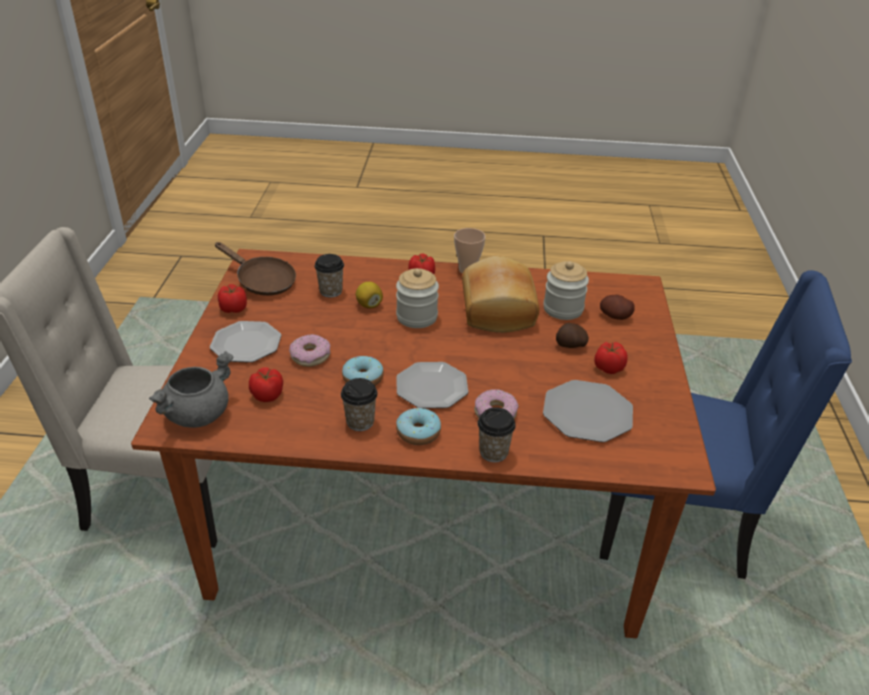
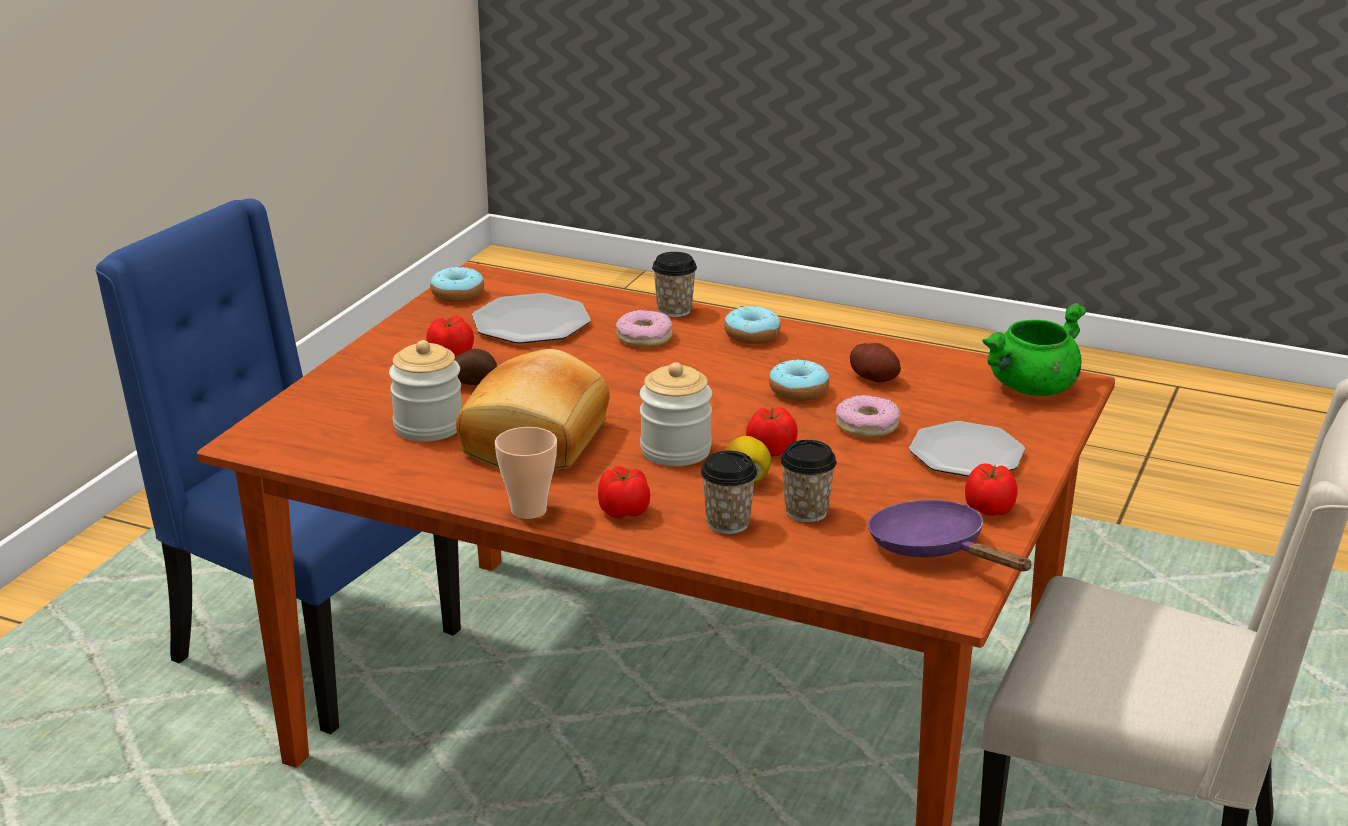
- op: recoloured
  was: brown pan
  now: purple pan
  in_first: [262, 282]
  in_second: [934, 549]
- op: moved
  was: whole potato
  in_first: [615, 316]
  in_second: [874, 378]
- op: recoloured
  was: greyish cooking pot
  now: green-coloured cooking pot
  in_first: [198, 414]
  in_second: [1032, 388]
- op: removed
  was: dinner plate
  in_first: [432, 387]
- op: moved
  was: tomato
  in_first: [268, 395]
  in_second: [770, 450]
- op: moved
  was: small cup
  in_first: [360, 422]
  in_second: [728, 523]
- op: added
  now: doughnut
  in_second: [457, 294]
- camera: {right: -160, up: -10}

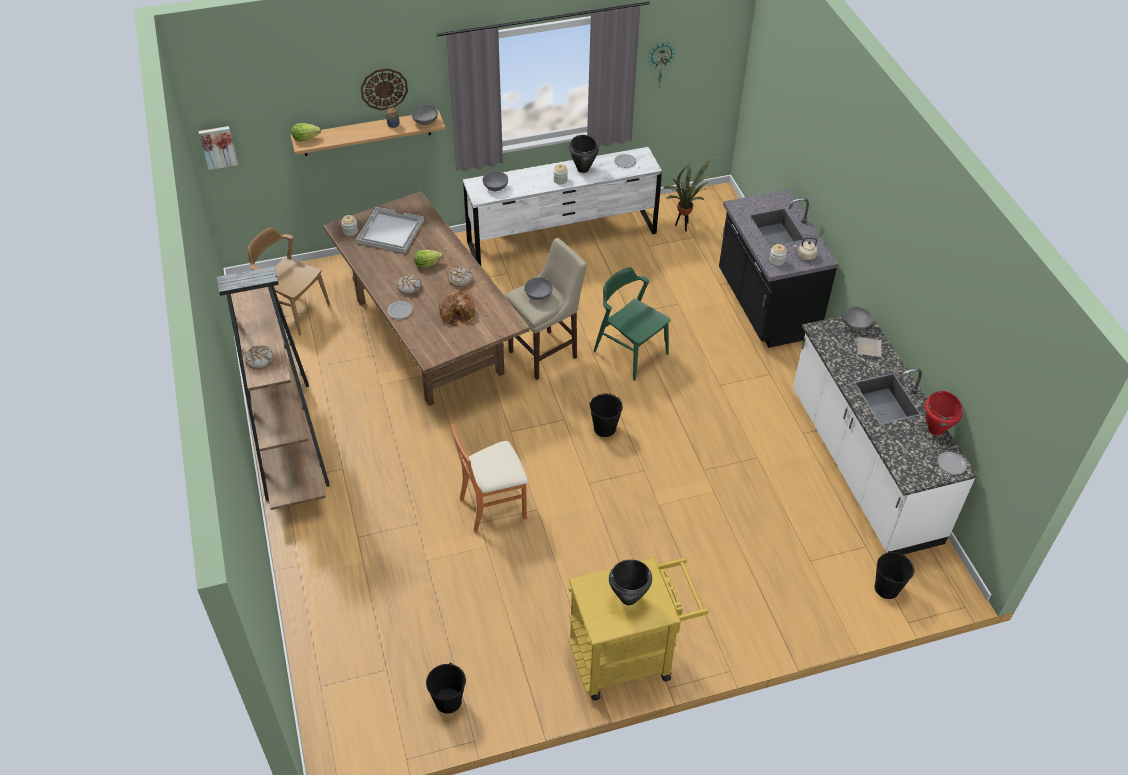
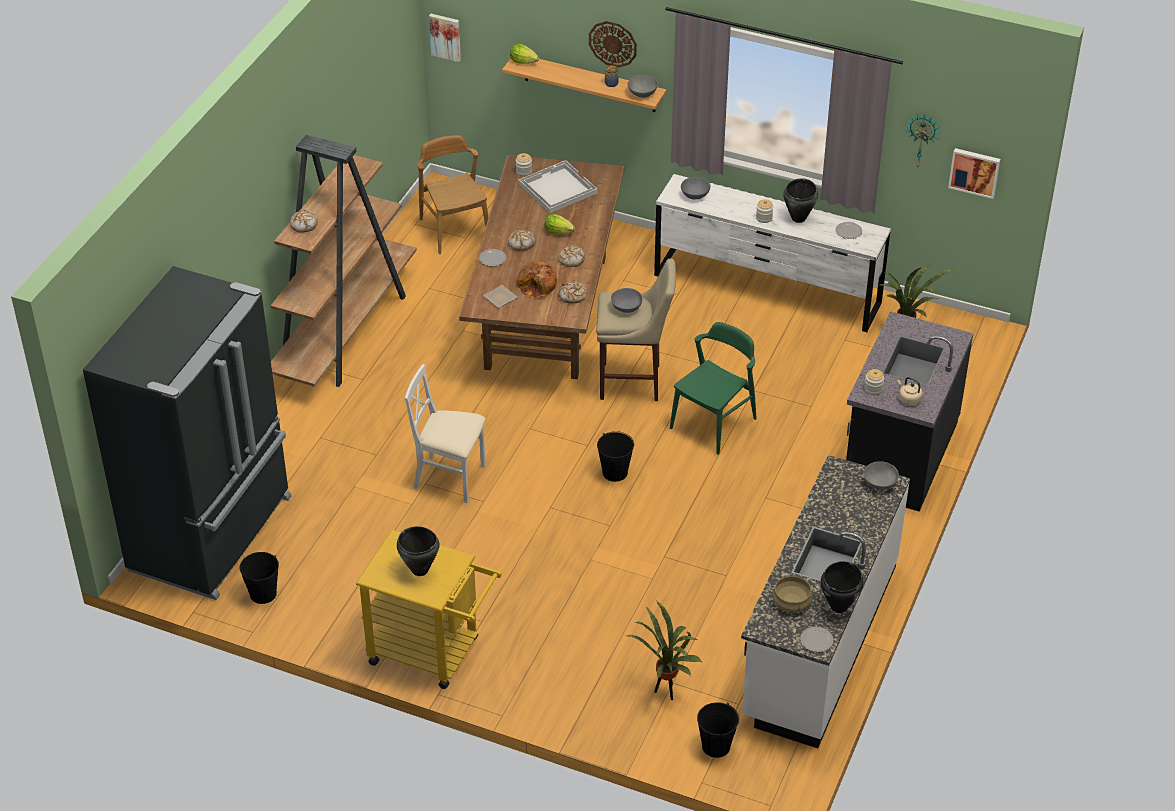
- op: turned
  was: green-coloured chair
  in_first: [630, 352]
  in_second: [713, 423]
  clockwise: 45
- op: moved
  was: dinner plate
  in_first: [869, 348]
  in_second: [501, 298]
- op: recoloured
  was: red cooking pot
  now: black-coloured cooking pot
  in_first: [935, 429]
  in_second: [839, 606]
- op: recoloured
  was: orange-coloured chair
  now: white-coloured chair
  in_first: [493, 506]
  in_second: [450, 478]
- op: added
  now: wall art
  in_second: [974, 172]
- op: added
  now: black-coloured kitchen fridge
  in_second: [213, 533]
- op: added
  now: bread
  in_second: [572, 296]
- op: added
  now: sand-coloured cooking pot
  in_second: [792, 602]
- op: added
  now: houseplant
  in_second: [666, 693]
- camera: {right: 40, up: -5}

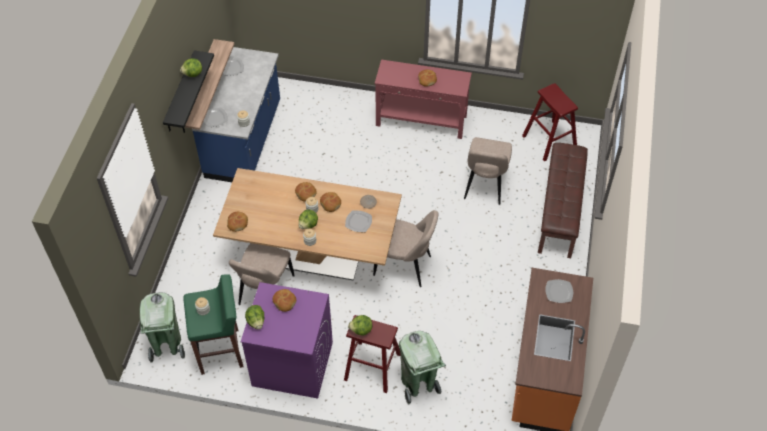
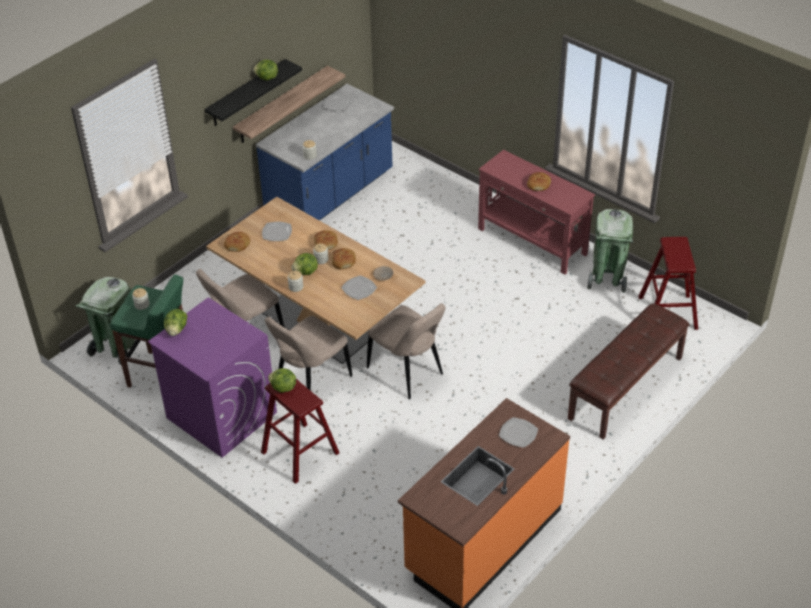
- op: moved
  was: dinner plate
  in_first: [215, 118]
  in_second: [276, 233]
- op: moved
  was: sand-coloured chair
  in_first: [485, 186]
  in_second: [310, 383]
- op: removed
  was: bread
  in_first: [285, 302]
- op: moved
  was: green-coloured rubbish bin
  in_first: [418, 384]
  in_second: [607, 278]
- camera: {right: 30, up: -10}

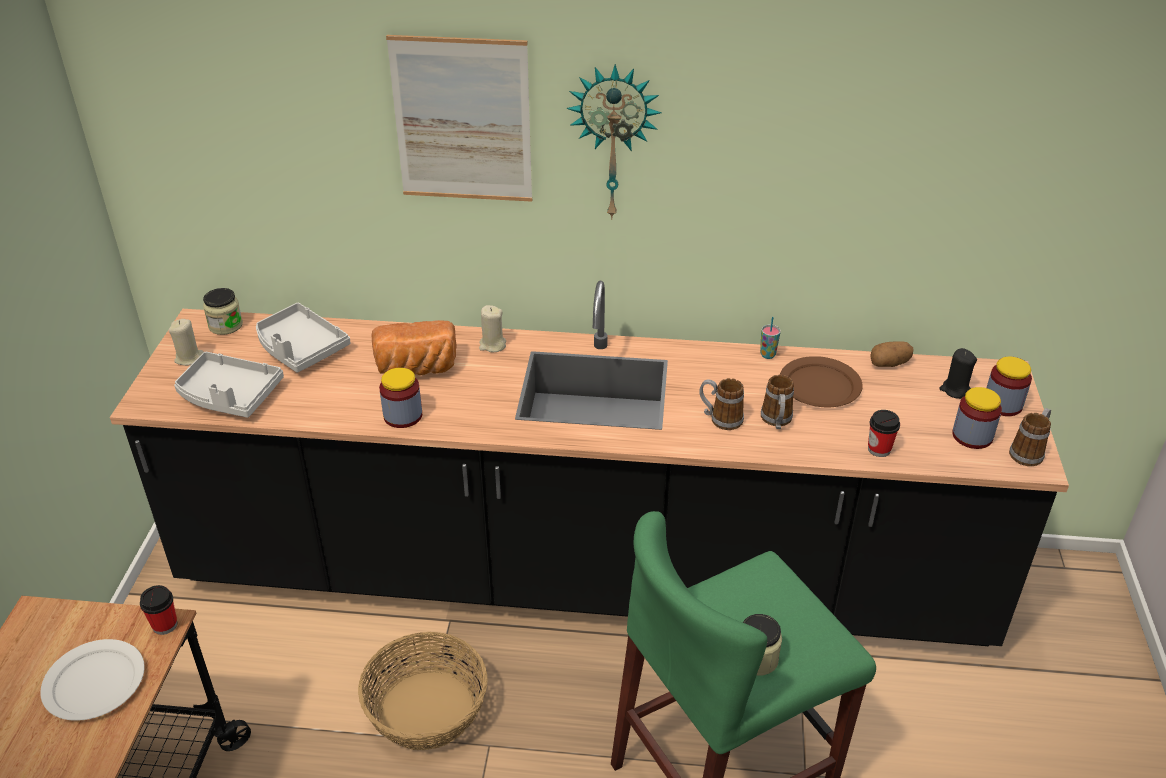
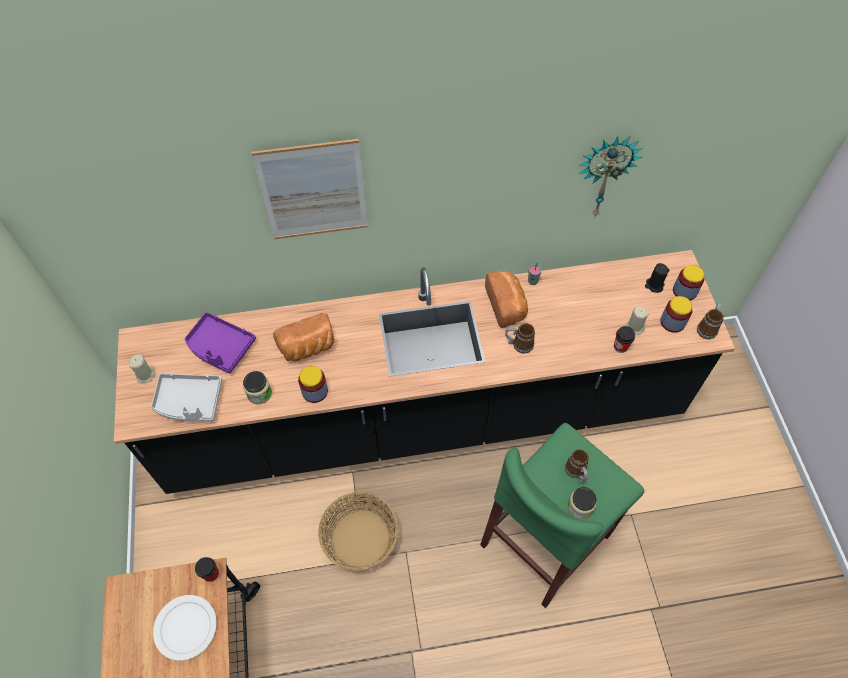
- op: moved
  was: clock on the wall
  in_first: [613, 142]
  in_second: [604, 175]
- op: moved
  was: jar
  in_first: [225, 325]
  in_second: [259, 393]
- op: recoloured
  was: greyish tray
  now: purple tray
  in_first: [300, 348]
  in_second: [220, 347]
- op: moved
  was: sand-coloured wax light
  in_first: [492, 345]
  in_second: [634, 328]
- op: removed
  was: whole potato
  in_first: [889, 364]
- op: removed
  was: brown dinner plate
  in_first: [819, 385]
- op: moved
  was: coffee mug
  in_first: [776, 421]
  in_second: [576, 473]
- op: added
  now: bread
  in_second: [507, 305]
- camera: {right: -15, up: 20}

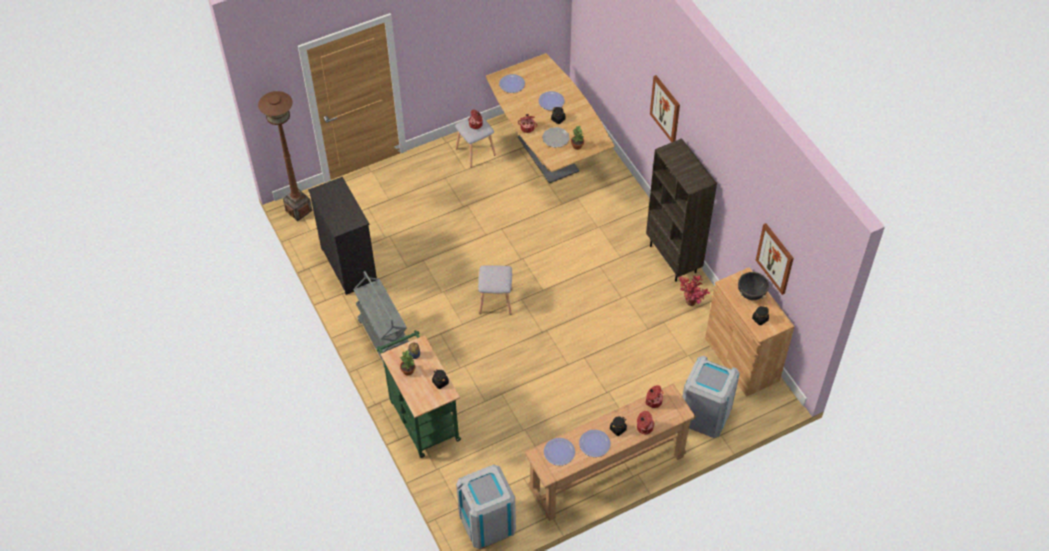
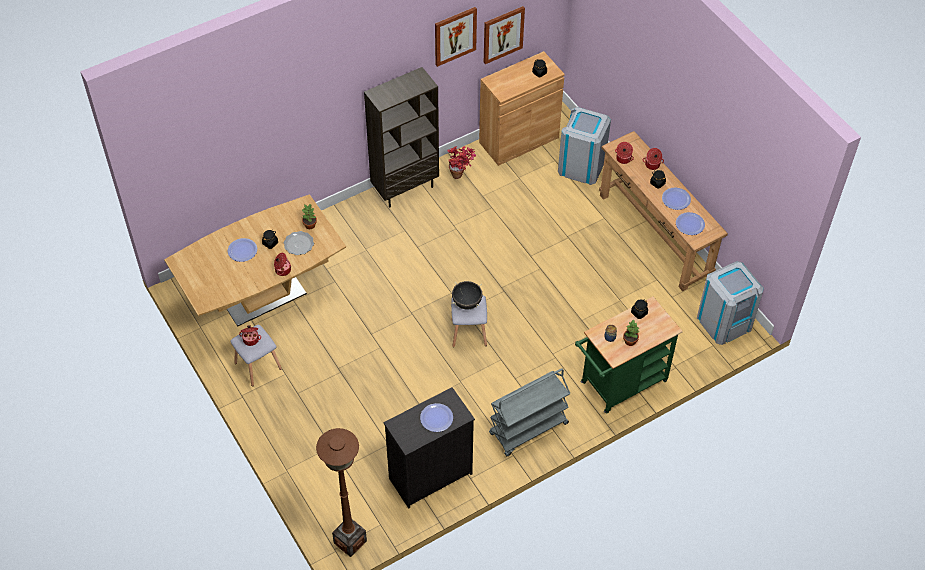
- op: moved
  was: dinner plate
  in_first: [512, 84]
  in_second: [436, 418]
- op: moved
  was: wall art
  in_first: [665, 109]
  in_second: [455, 36]
- op: moved
  was: black-coloured cooking pot
  in_first: [751, 293]
  in_second: [466, 303]
- camera: {right: -95, up: 0}

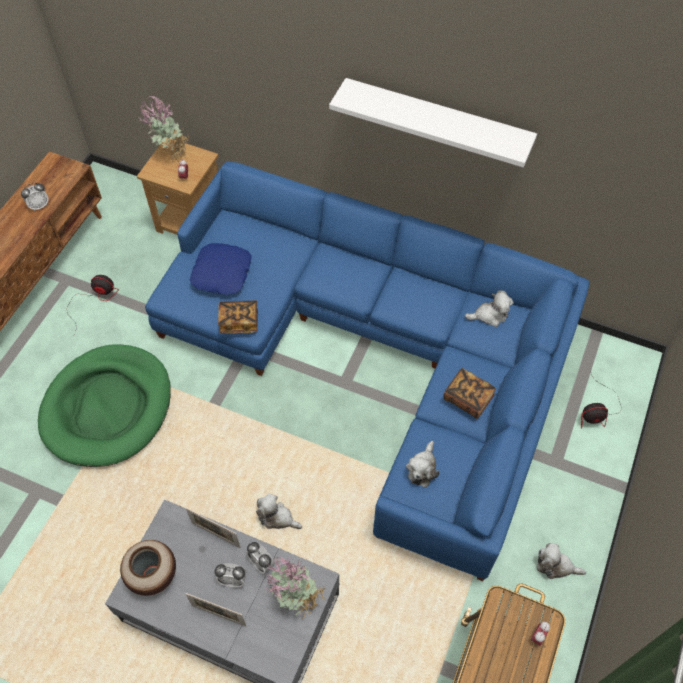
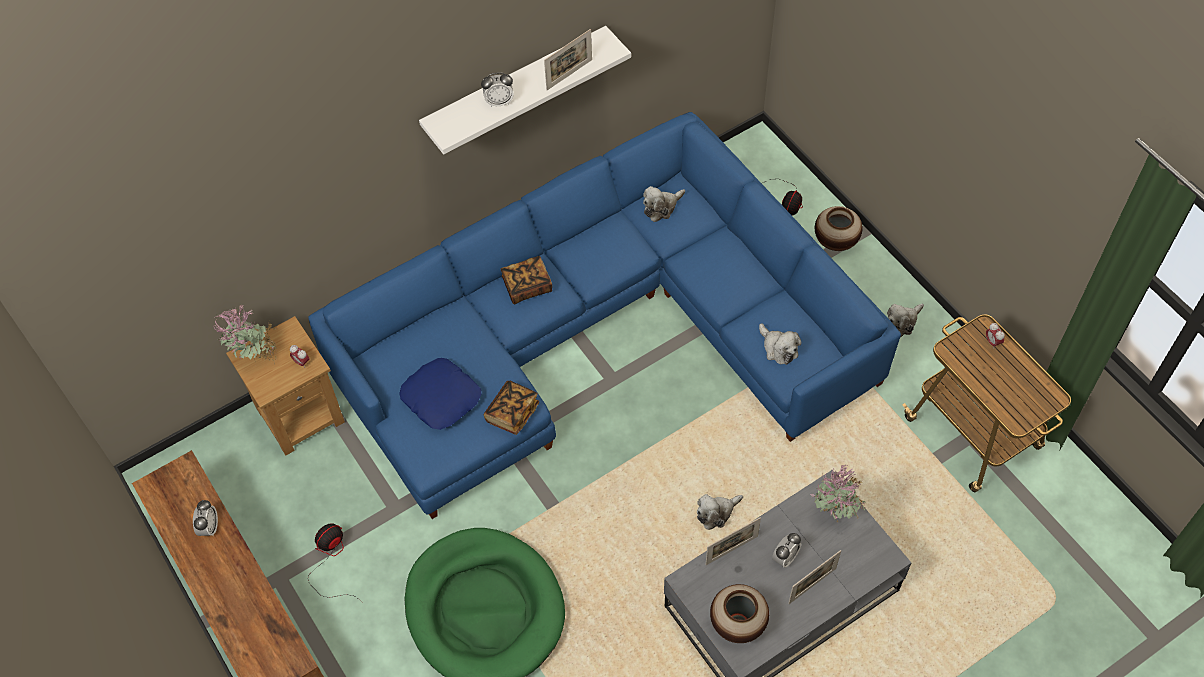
- op: turned
  was: soft toy
  in_first: [490, 315]
  in_second: [661, 207]
  clockwise: -150
- op: moved
  was: book
  in_first: [468, 398]
  in_second: [527, 286]
- op: moved
  was: alarm clock
  in_first: [261, 563]
  in_second: [499, 101]
- op: added
  now: picture frame
  in_second: [569, 74]
- op: added
  now: decorative vase
  in_second: [835, 241]
- camera: {right: -55, up: 0}

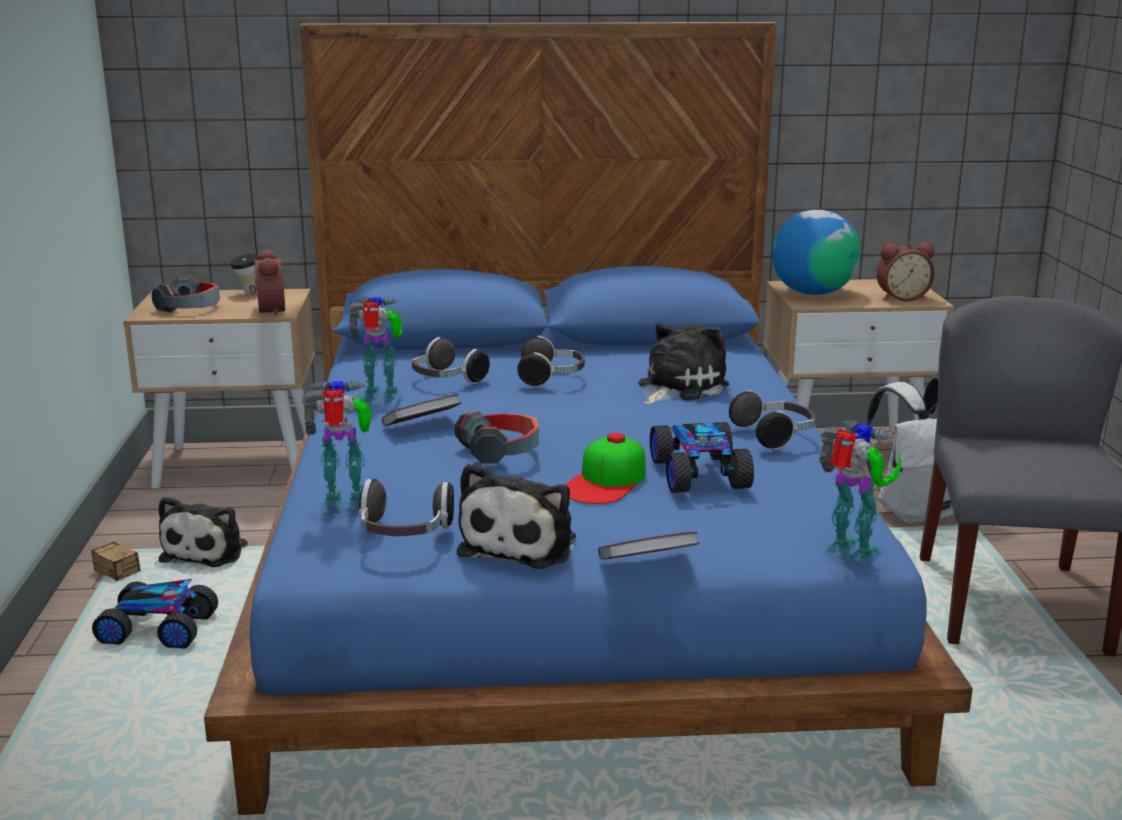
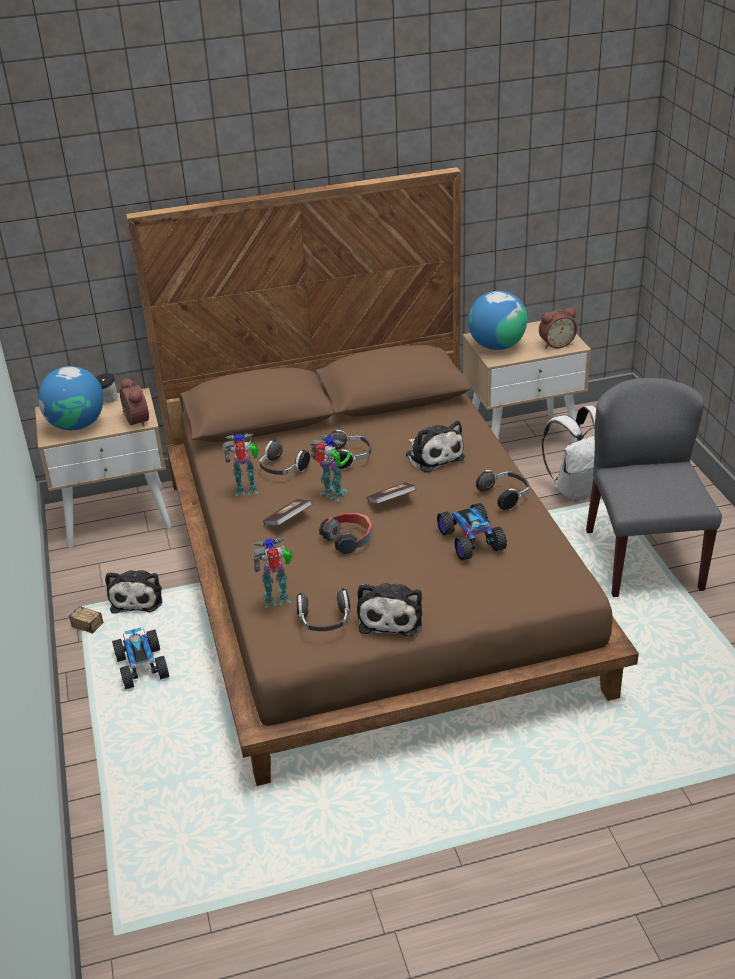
- op: recoloured
  was: bluish bedroom bed
  now: brown bedroom bed
  in_first: [563, 572]
  in_second: [373, 578]
- op: replaced
  was: pair of headphones
  now: world globe
  in_first: [190, 308]
  in_second: [77, 424]
- op: turned
  was: soft toy
  in_first: [678, 387]
  in_second: [433, 455]
  clockwise: 120
- op: moved
  was: model robot
  in_first: [852, 553]
  in_second: [333, 495]
- op: removed
  was: baseball cap
  in_first: [606, 481]
- op: moved
  was: book
  in_first: [647, 564]
  in_second: [391, 501]
- op: turned
  was: miniature car
  in_first: [159, 629]
  in_second: [141, 667]
  clockwise: -105
- camera: {right: -10, up: 15}

